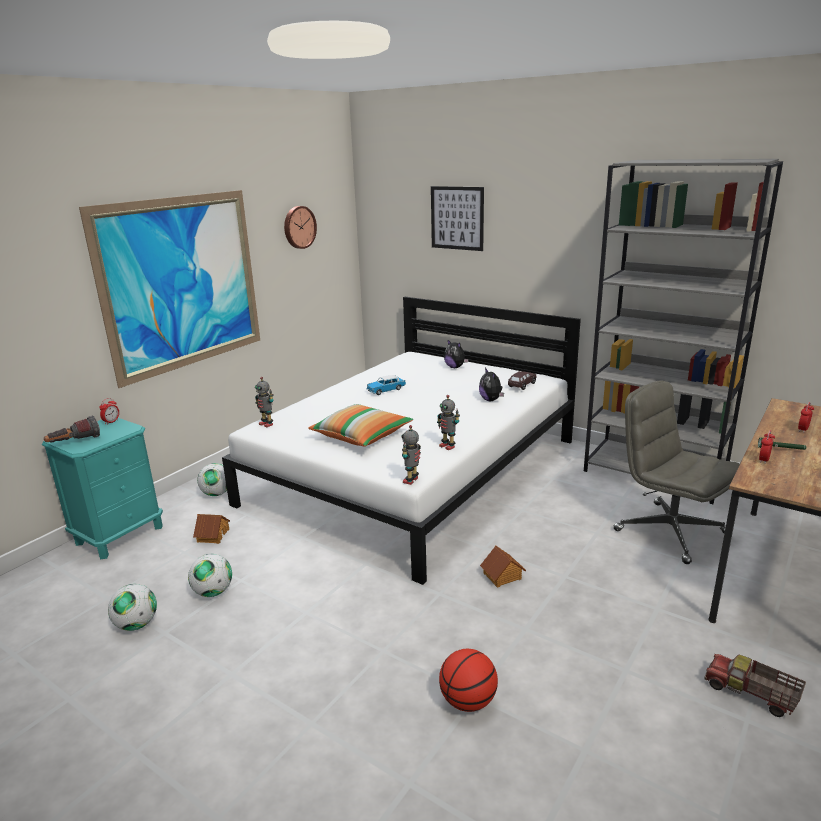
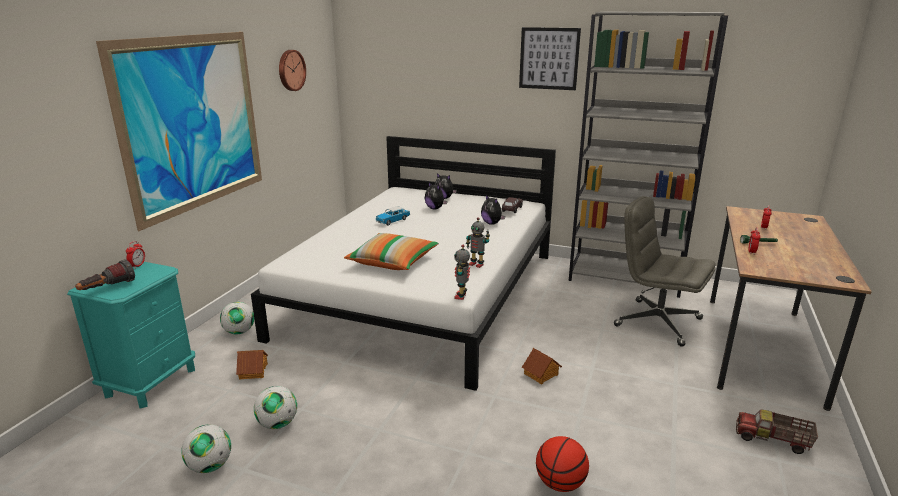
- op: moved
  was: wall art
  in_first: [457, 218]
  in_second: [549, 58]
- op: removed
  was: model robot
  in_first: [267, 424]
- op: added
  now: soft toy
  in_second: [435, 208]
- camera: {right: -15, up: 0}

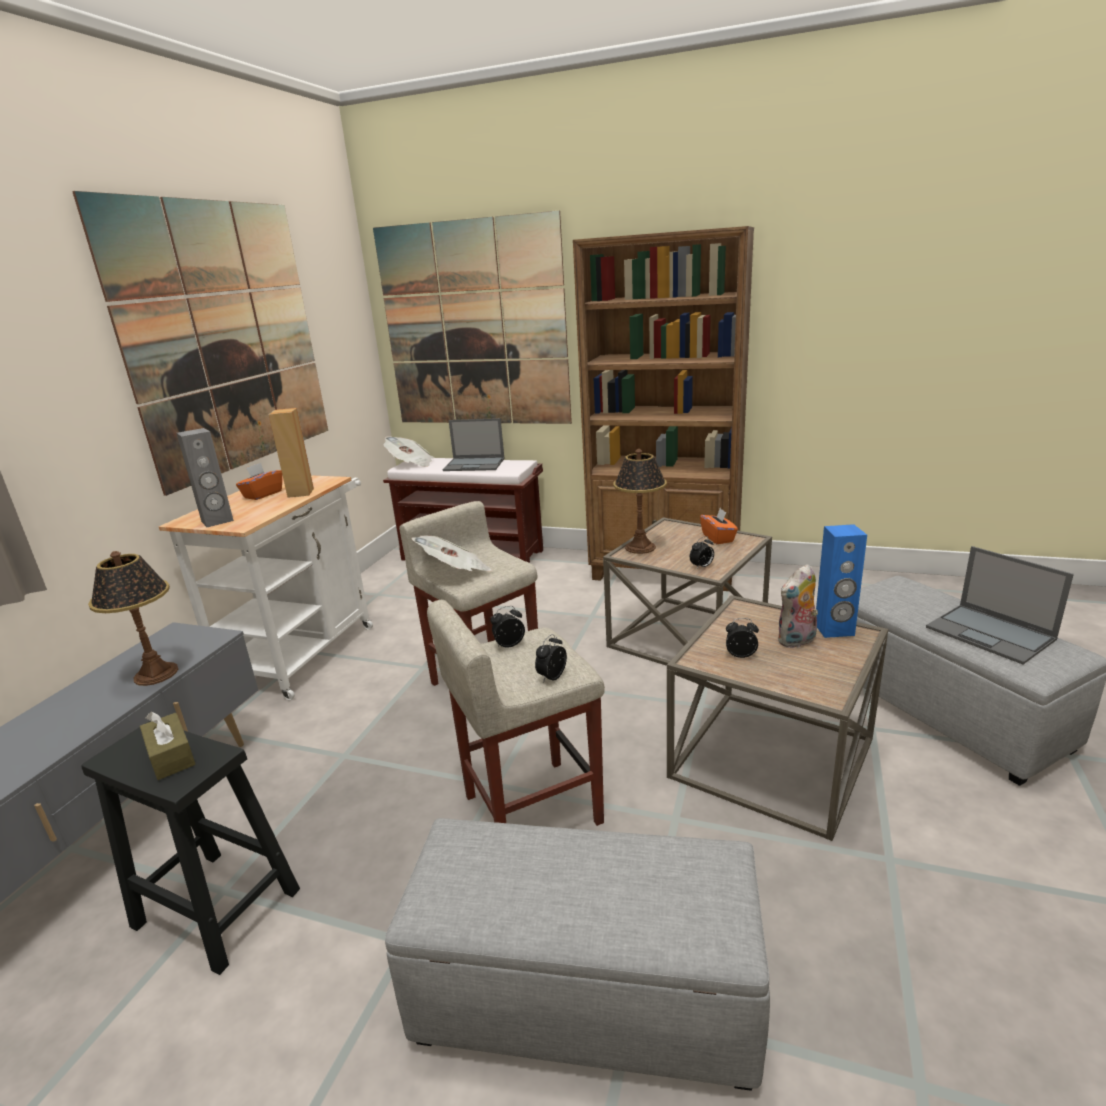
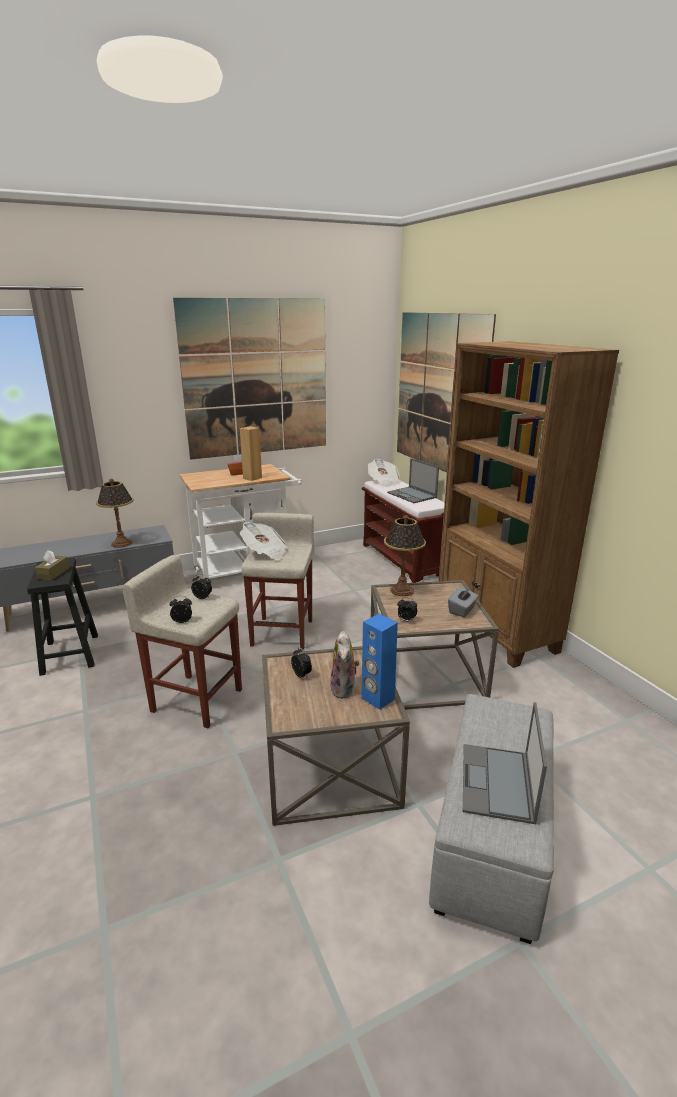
- op: removed
  was: greyish speaker
  in_first: [217, 521]
- op: recoloured
  was: orange-coloured tissue holder
  now: greyish tissue holder
  in_first: [718, 538]
  in_second: [462, 610]
- op: turned
  was: soft toy
  in_first: [797, 641]
  in_second: [344, 689]
  clockwise: -105
- op: removed
  was: greyish ottoman
  in_first: [582, 996]
- camera: {right: 45, up: 0}

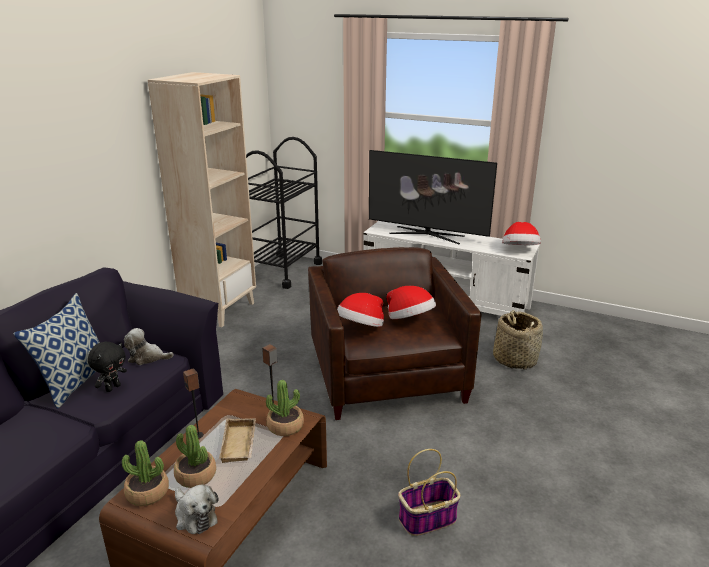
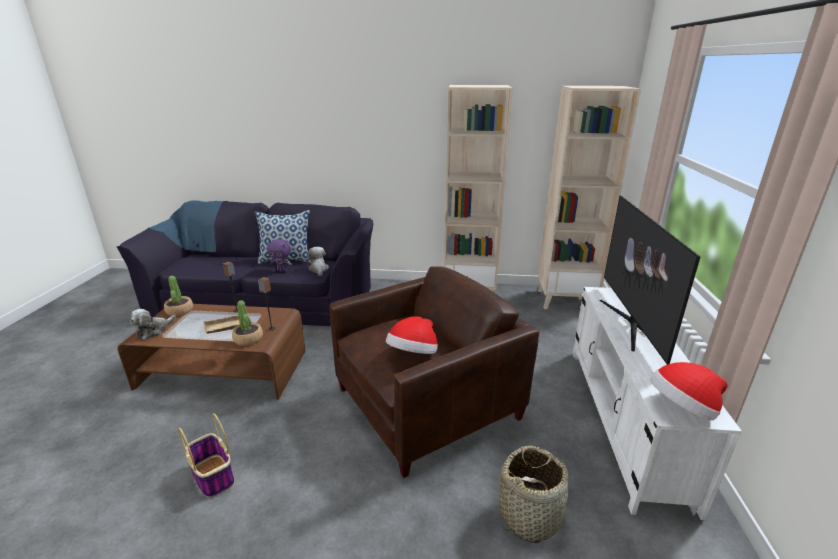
- op: replaced
  was: black-coloured trolley
  now: sand-coloured bookshelf
  in_first: [283, 270]
  in_second: [565, 300]
- op: removed
  was: clothing hat
  in_first: [361, 328]
- op: recoloured
  was: black-coloured soft toy
  now: purple soft toy
  in_first: [112, 387]
  in_second: [282, 270]
- op: removed
  was: houseplant
  in_first: [195, 475]
- camera: {right: 70, up: 0}

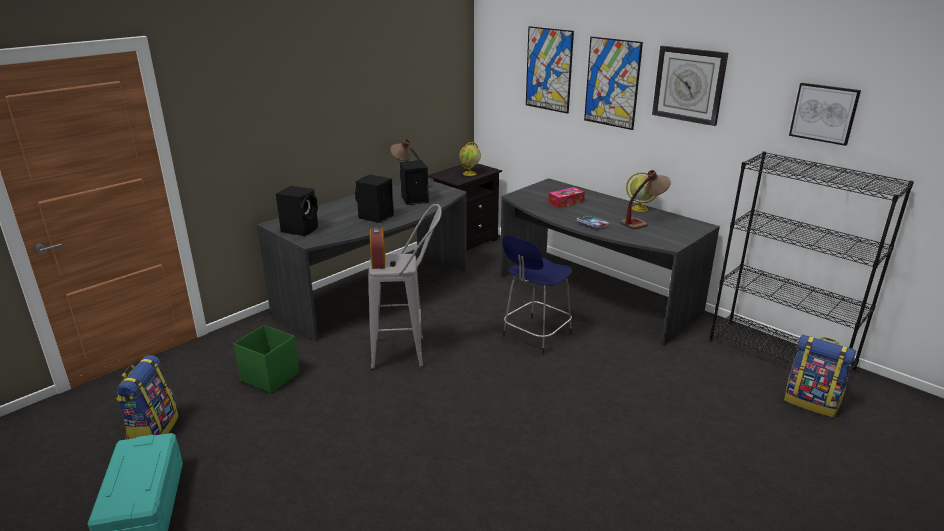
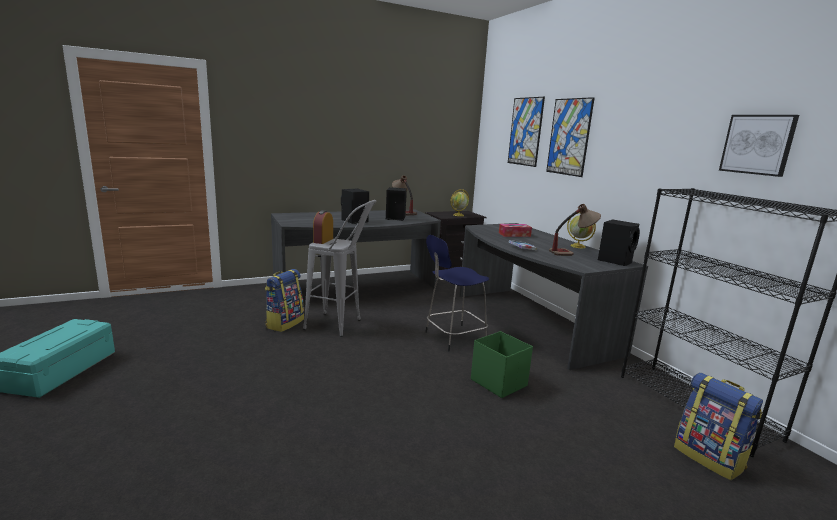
- op: removed
  was: clock on the wall
  in_first: [689, 85]
- op: moved
  was: black-coloured speaker
  in_first: [301, 229]
  in_second: [615, 261]
- op: moved
  was: green-coloured storage box
  in_first: [270, 376]
  in_second: [498, 382]
- op: moved
  was: knapsack
  in_first: [153, 431]
  in_second: [284, 323]
- camera: {right: 20, up: -10}

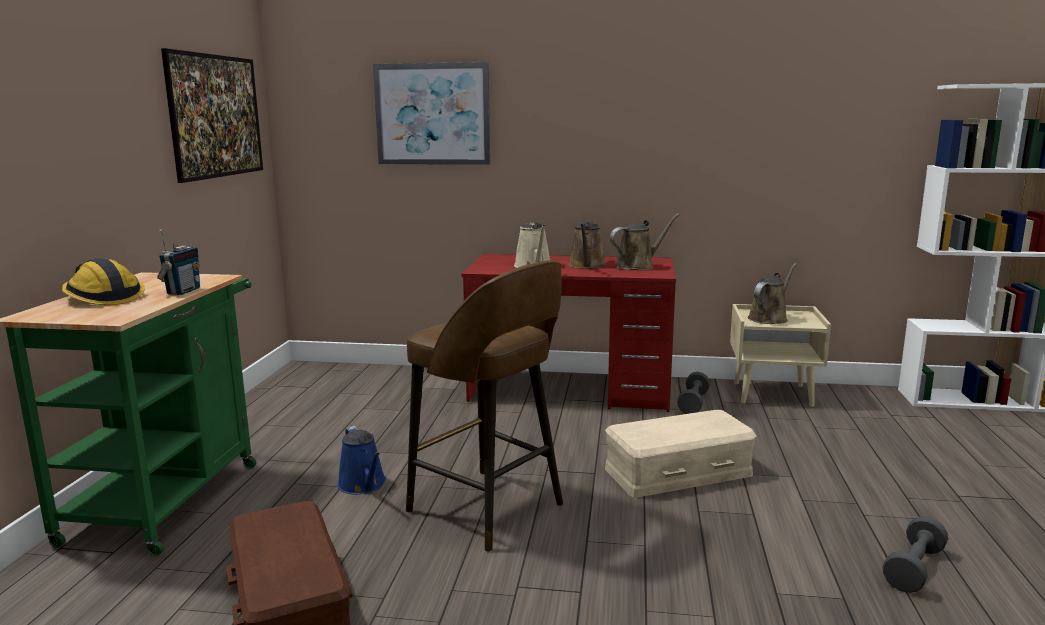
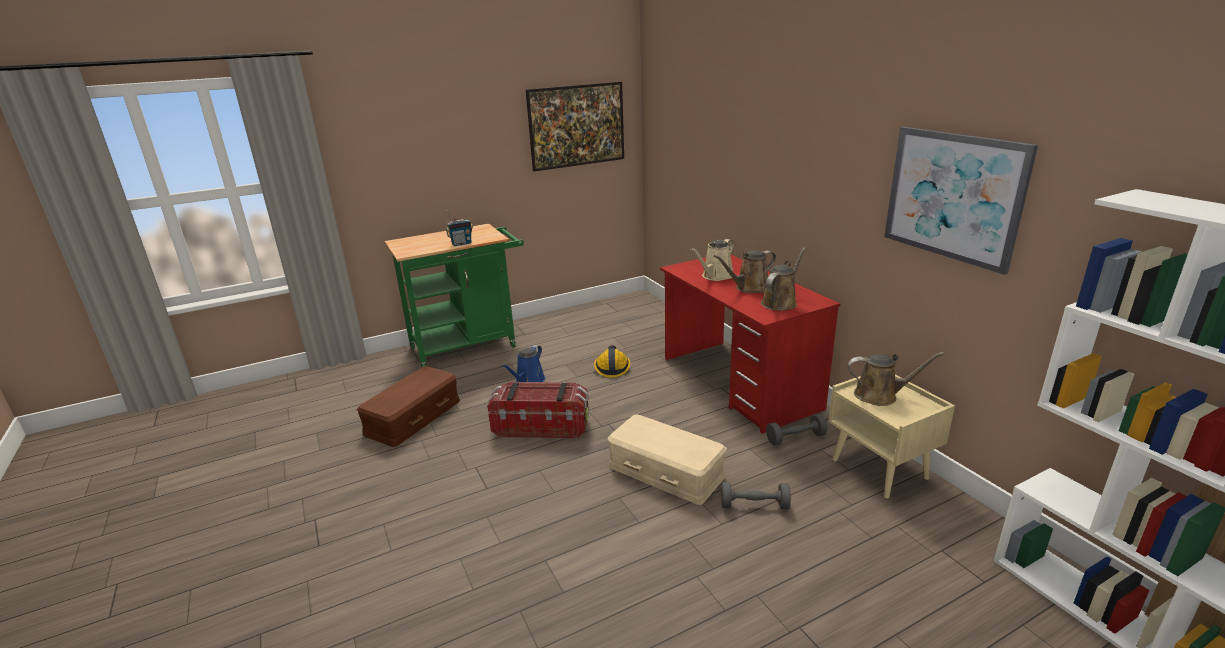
- op: moved
  was: wall art
  in_first: [432, 114]
  in_second: [953, 196]
- op: turned
  was: brown watering can
  in_first: [637, 266]
  in_second: [780, 302]
  clockwise: -75
- op: moved
  was: safety helmet
  in_first: [103, 298]
  in_second: [612, 367]
- op: replaced
  was: brown sitting stool
  now: storage box
  in_first: [489, 510]
  in_second: [541, 426]
- op: moved
  was: greyish free weight
  in_first: [913, 569]
  in_second: [754, 505]
- camera: {right: 55, up: 10}

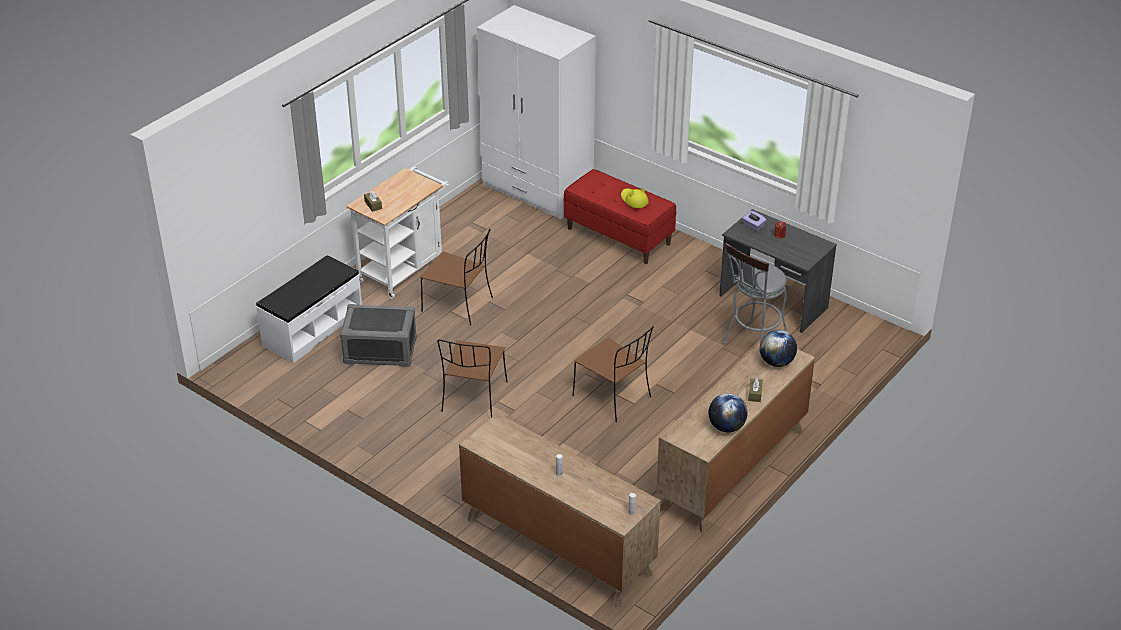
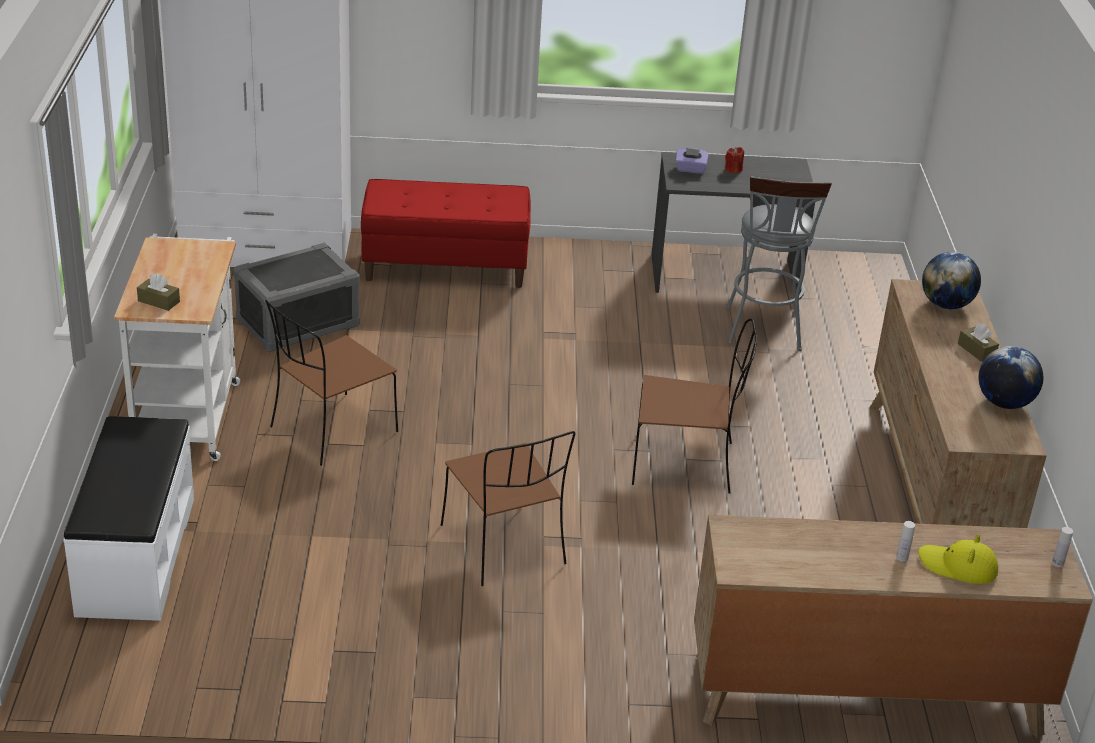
- op: moved
  was: yellow-coloured clothing hat
  in_first: [634, 200]
  in_second: [958, 566]
- op: turned
  was: brown chair
  in_first: [459, 305]
  in_second: [331, 431]
  clockwise: 150
- op: moved
  was: greyish storage box
  in_first: [380, 351]
  in_second: [298, 323]
- camera: {right: -40, up: -5}

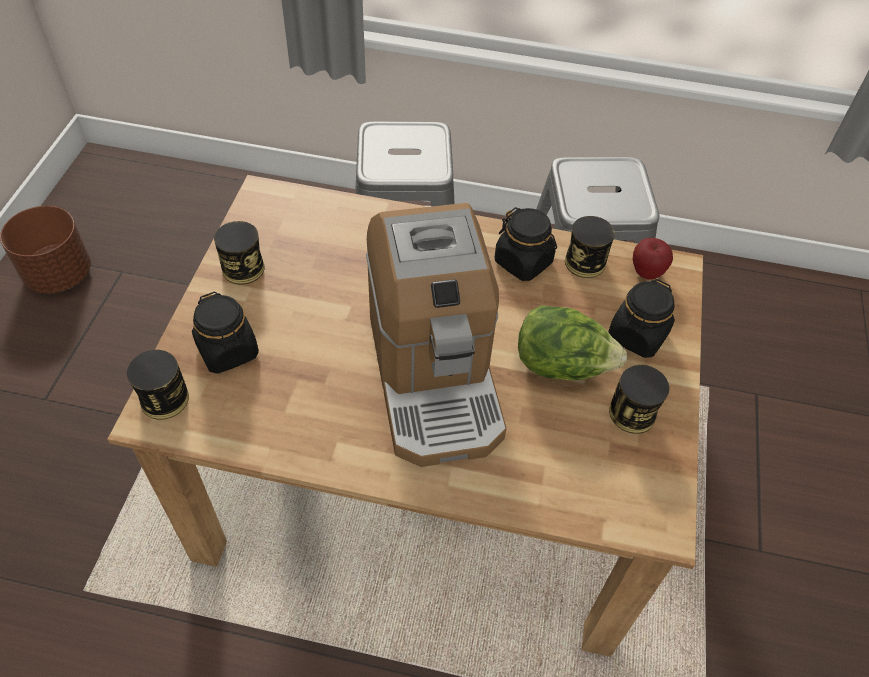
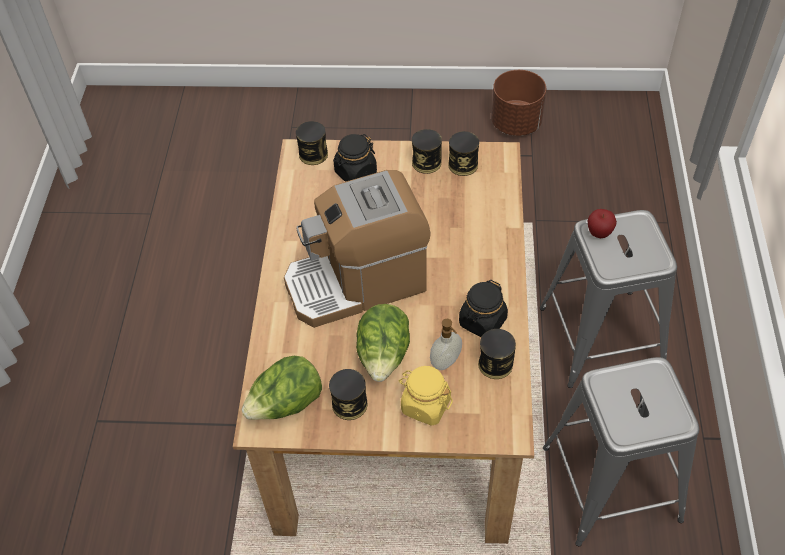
- op: moved
  was: apple fruit
  in_first: [646, 273]
  in_second: [599, 233]
- op: recoloured
  was: black-coloured jar
  now: yellow-coloured jar
  in_first: [637, 336]
  in_second: [425, 405]
- op: added
  now: sealed can
  in_second: [463, 165]
- op: added
  now: liquid soap bottle
  in_second: [446, 362]
- op: added
  now: head of lettuce
  in_second: [286, 404]
- camera: {right: 85, up: 0}

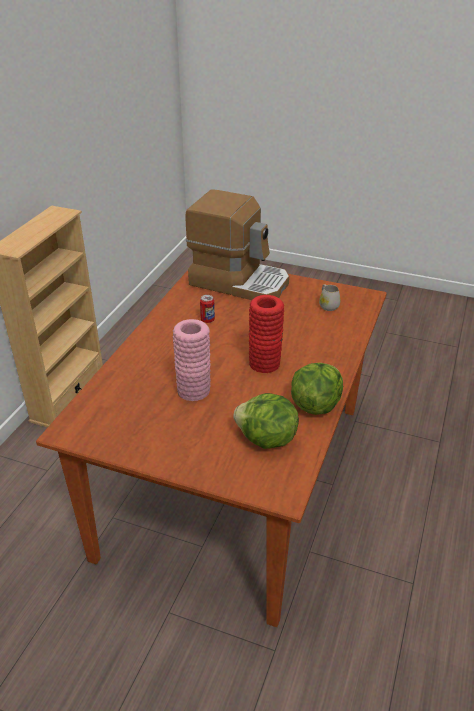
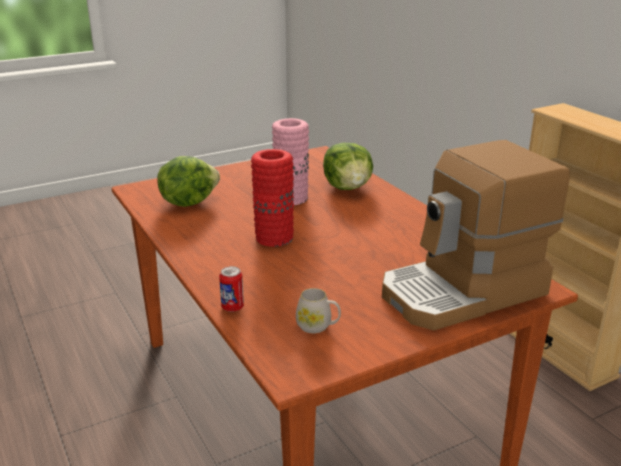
- op: moved
  was: sealed can
  in_first: [207, 320]
  in_second: [232, 307]
- op: moved
  was: head of lettuce
  in_first: [315, 404]
  in_second: [348, 188]
- camera: {right: 130, up: -10}

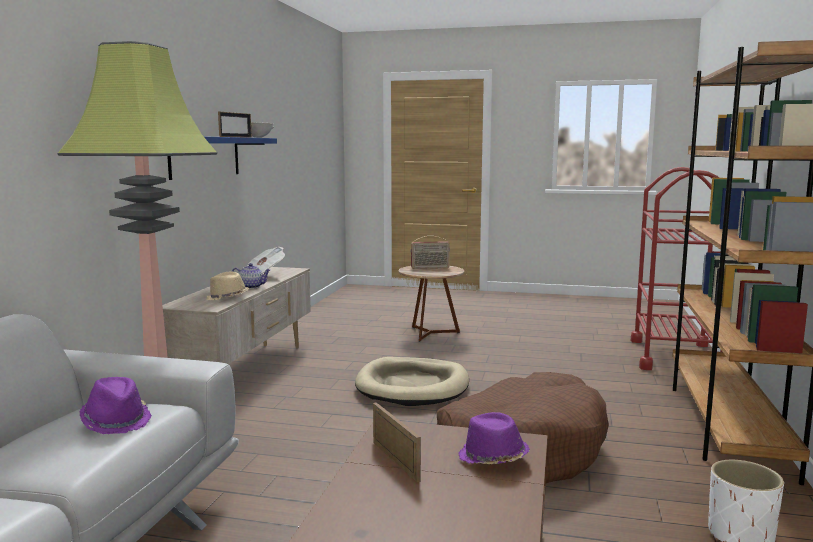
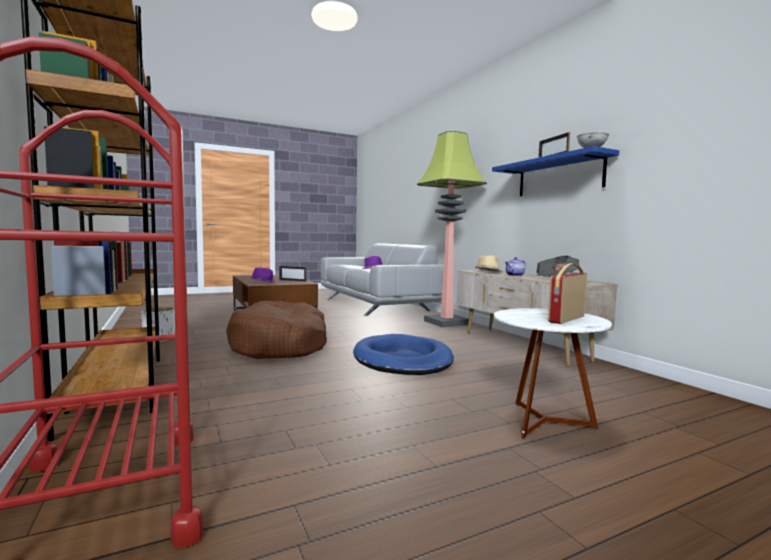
- op: recoloured
  was: brown end table
  now: white-coloured end table
  in_first: [430, 333]
  in_second: [543, 422]
- op: recoloured
  was: sand-coloured dog bed
  now: bluish dog bed
  in_first: [413, 386]
  in_second: [402, 360]
- camera: {right: 140, up: -5}

